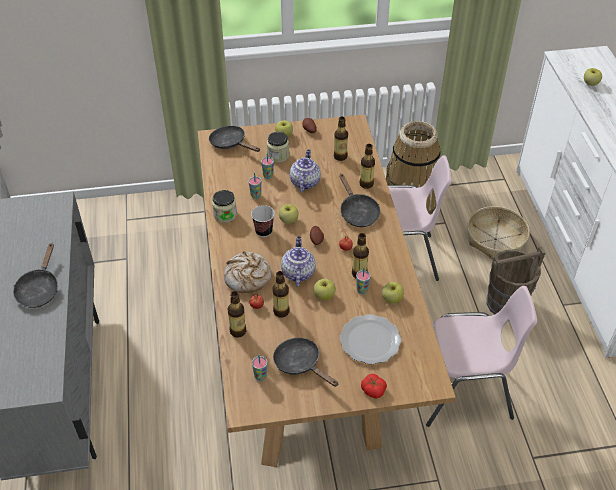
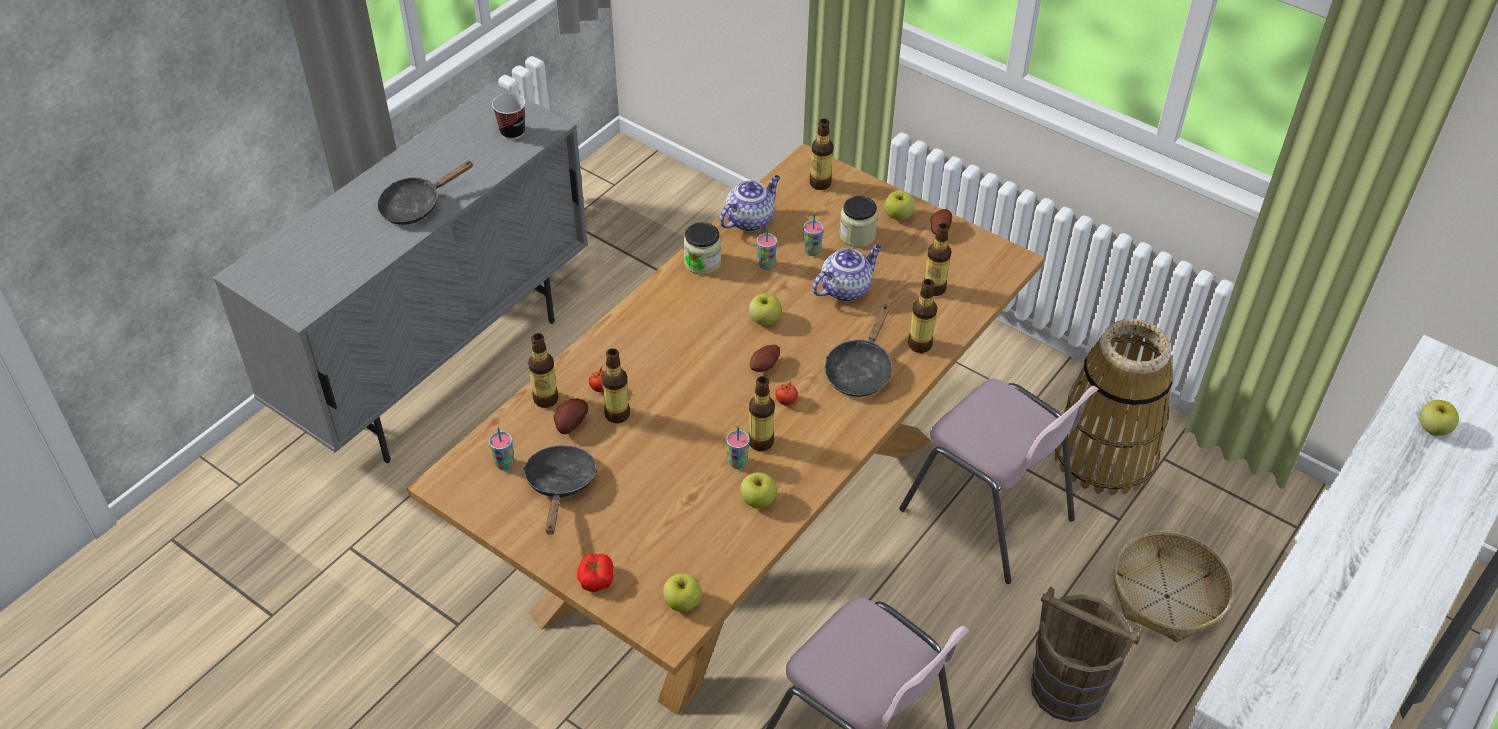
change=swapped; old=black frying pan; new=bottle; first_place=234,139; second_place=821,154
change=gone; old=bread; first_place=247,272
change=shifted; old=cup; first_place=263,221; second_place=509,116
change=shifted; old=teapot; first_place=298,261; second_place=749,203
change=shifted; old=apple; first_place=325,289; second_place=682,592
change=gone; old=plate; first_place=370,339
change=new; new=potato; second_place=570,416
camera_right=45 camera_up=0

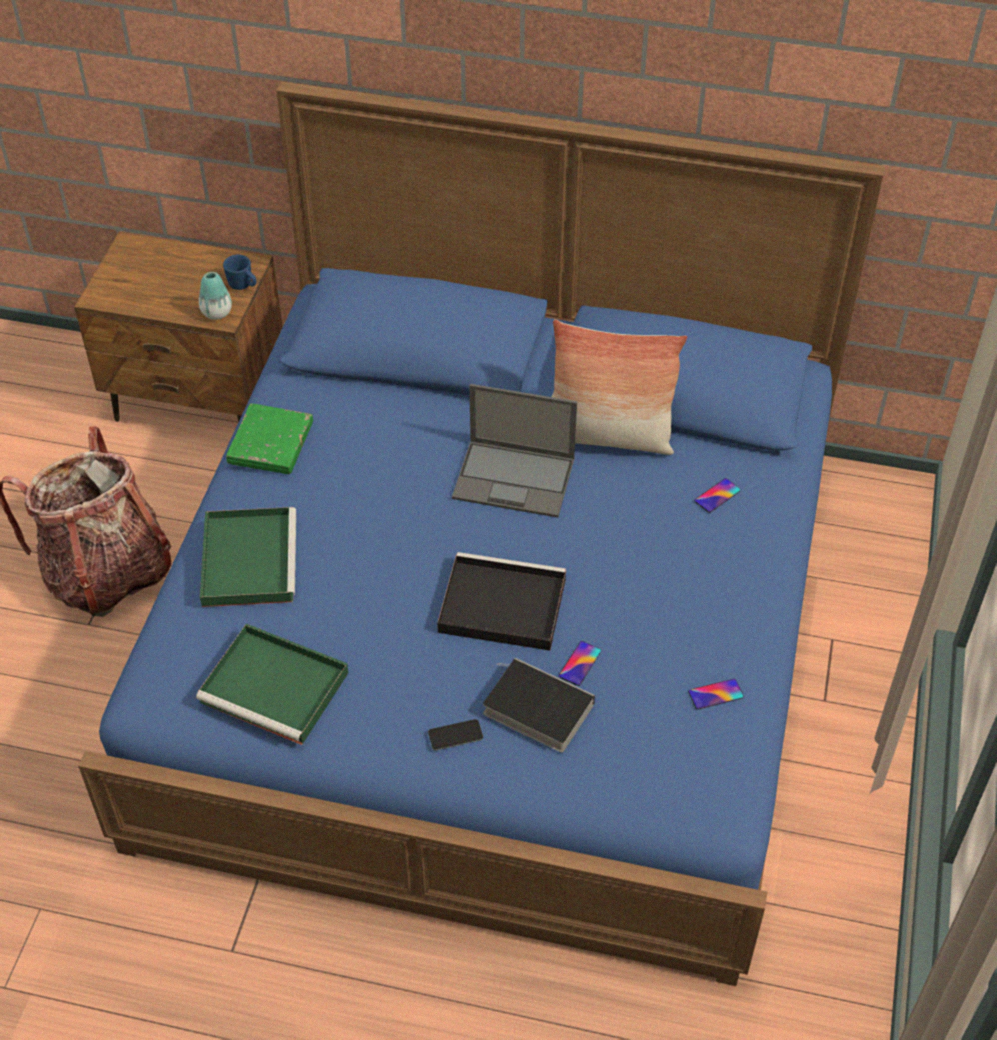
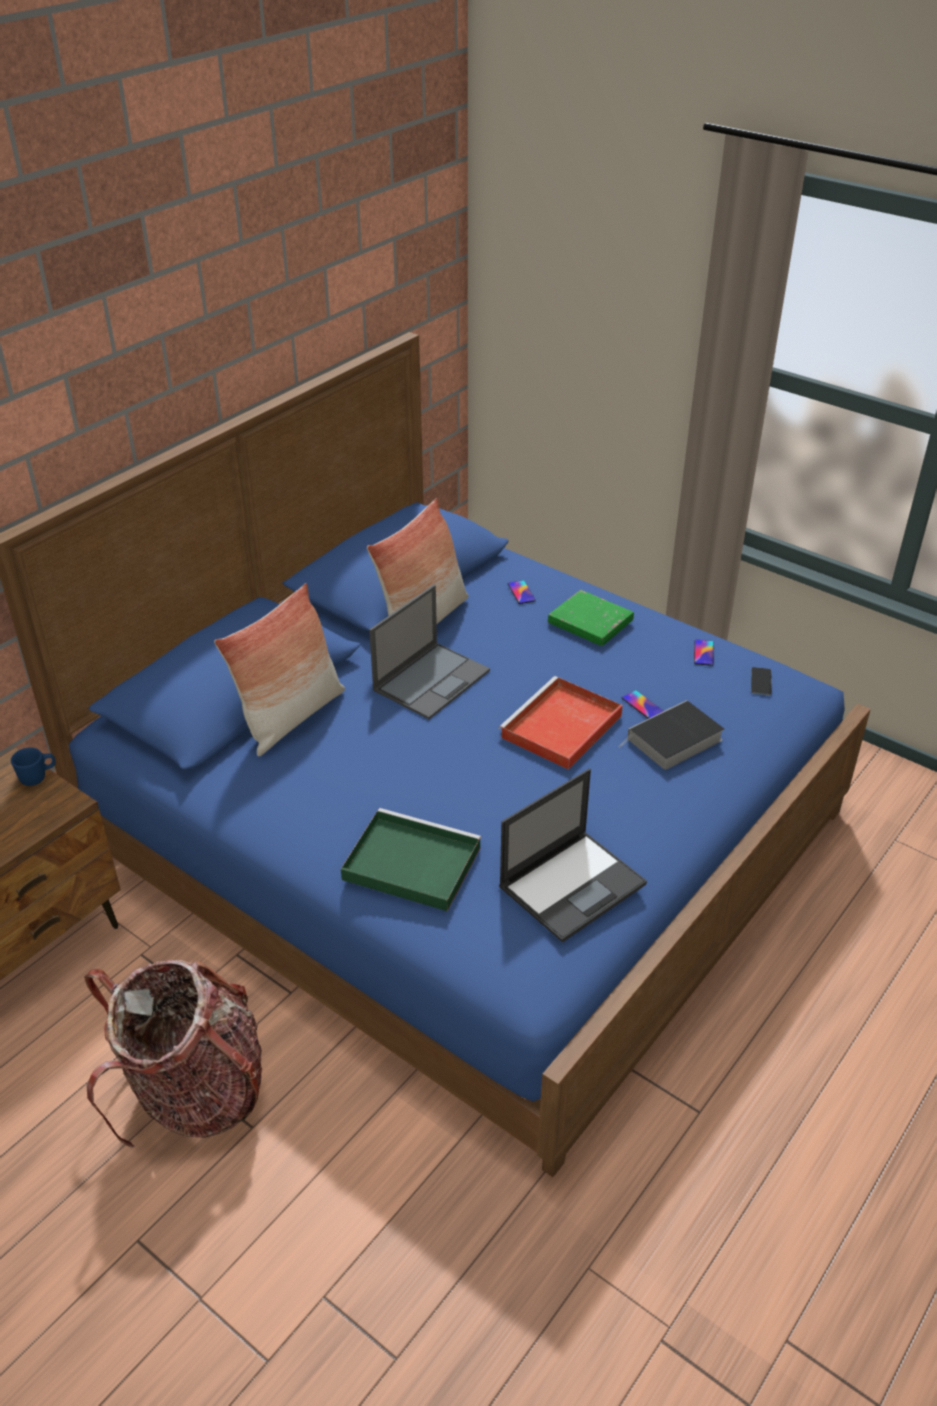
change=swapped; old=green tray; new=laptop; first_place=272,684; second_place=573,856
change=gone; old=vase; first_place=215,296
change=shifted; old=green book; first_place=269,438; second_place=591,618
change=shifted; old=phone; first_place=455,735; second_place=761,681
change=repainted; old=black tray; new=red tray; first_place=501,601; second_place=561,723
change=new; new=pillow; second_place=279,670
camera_right=-65 camera_up=-10

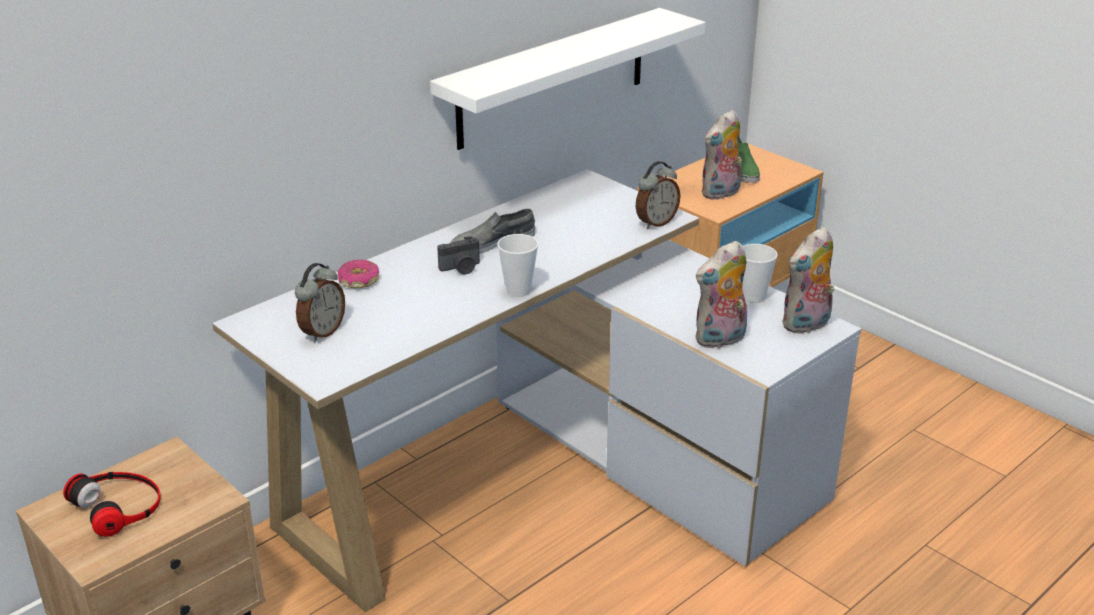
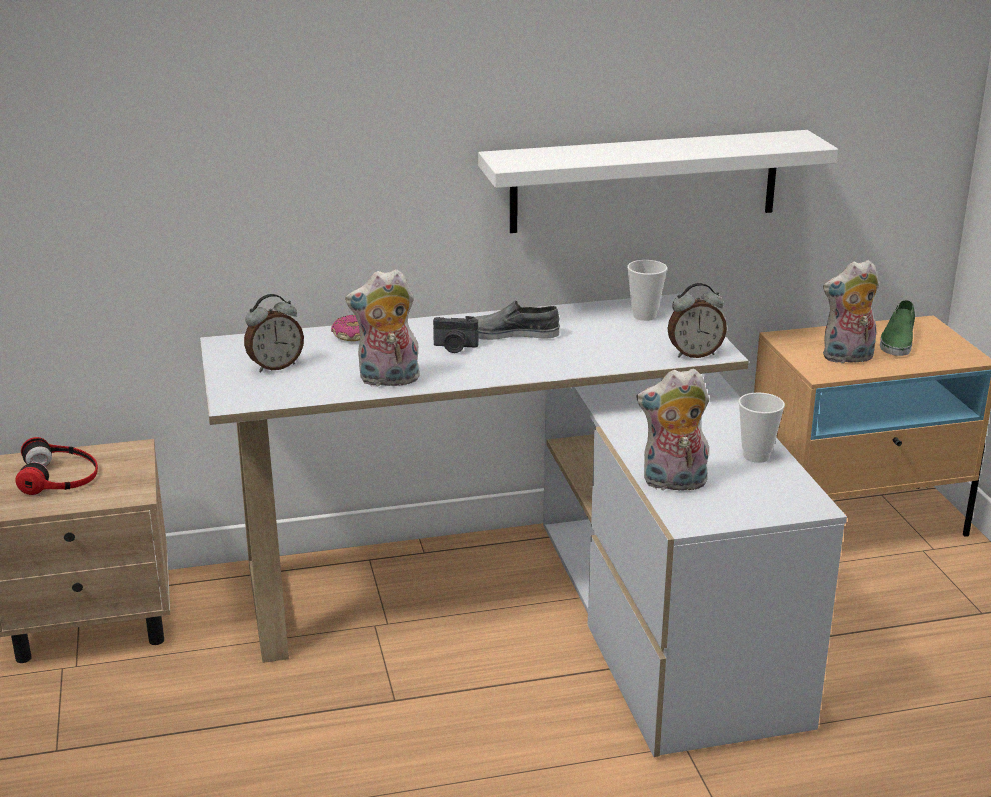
change=shifted; old=cup; first_place=517,265; second_place=647,290
change=shifted; old=plush toy; first_place=807,280; second_place=383,328
camera_right=30 camera_up=-5

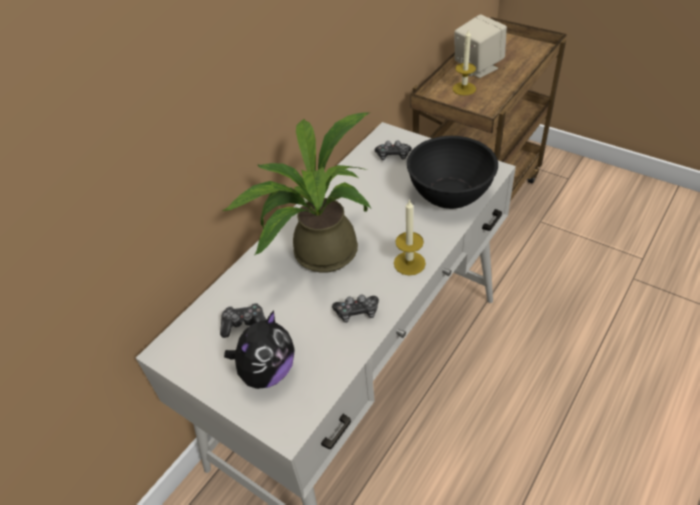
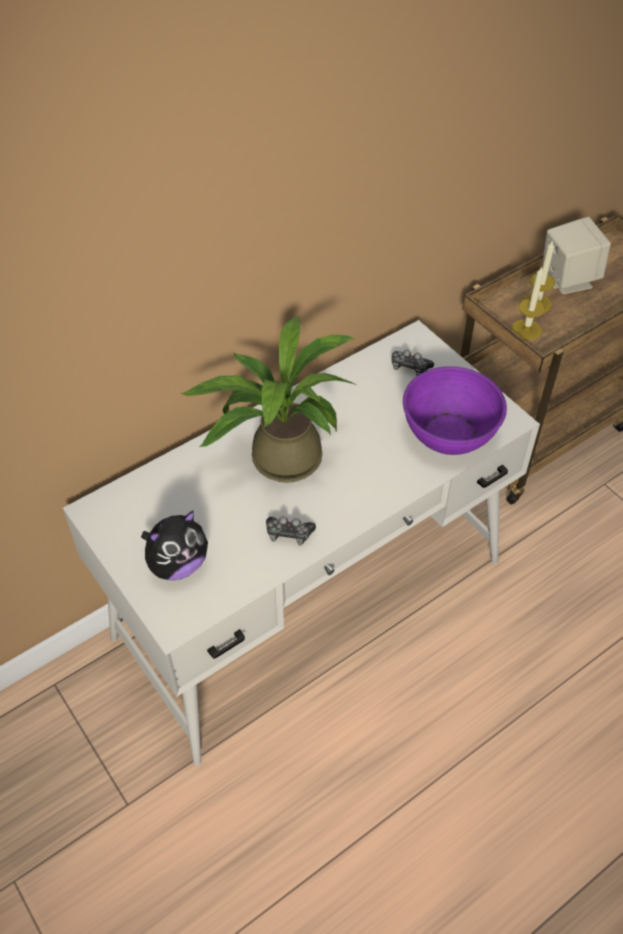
change=gone; old=game controller; first_place=243,320
change=shifted; old=candle; first_place=410,237; second_place=528,303
change=repainted; old=black bowl; new=purple bowl; first_place=452,172; second_place=455,410
camera_right=15 camera_up=5

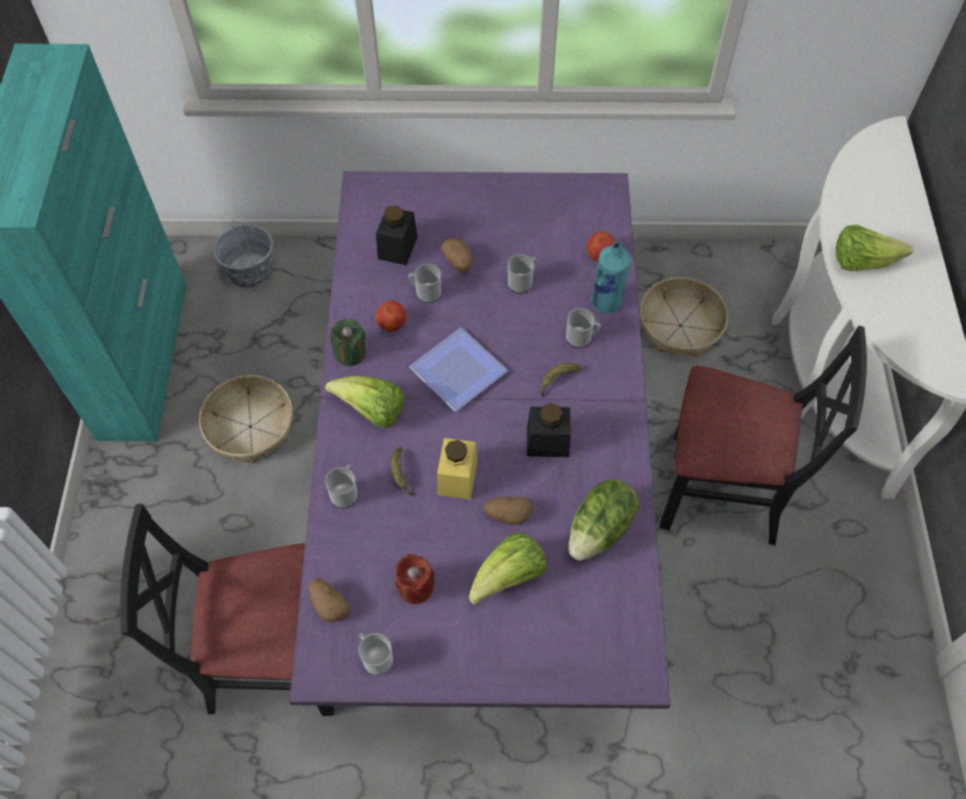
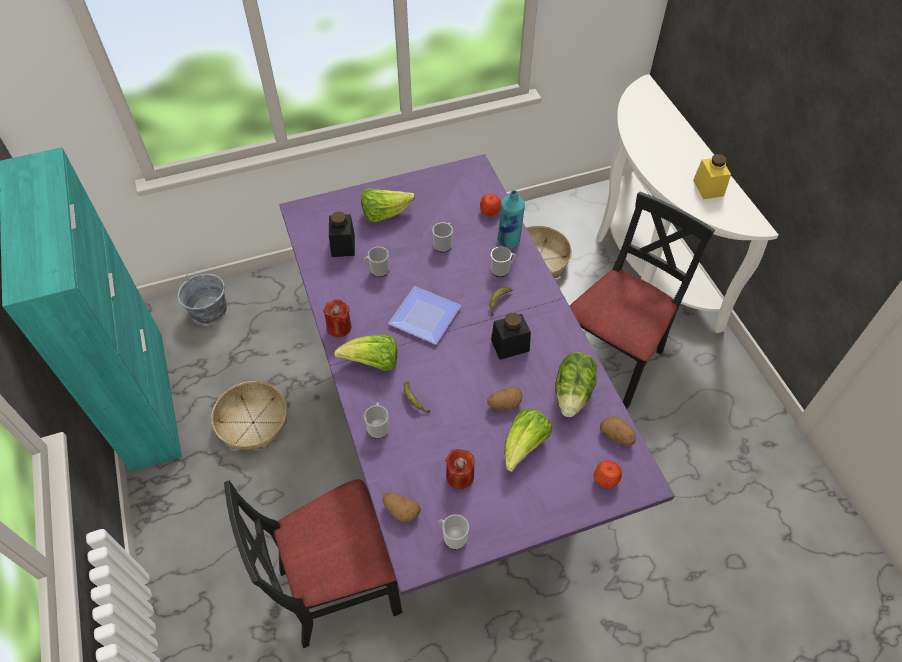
change=repainted; old=green candle; new=red candle; first_place=348,342; second_place=337,318
change=shifted; old=apple; first_place=391,316; second_place=608,474
change=shifted; old=yellow jar; first_place=457,468; second_place=712,176
change=shifted; old=potato; first_place=456,255; second_place=618,431
change=rotated; old=black chair; first_place=763,435; second_place=642,300; degrees=-45
change=shifted; old=lettuce; first_place=874,247; second_place=388,205
camera_right=-20 camera_up=-5

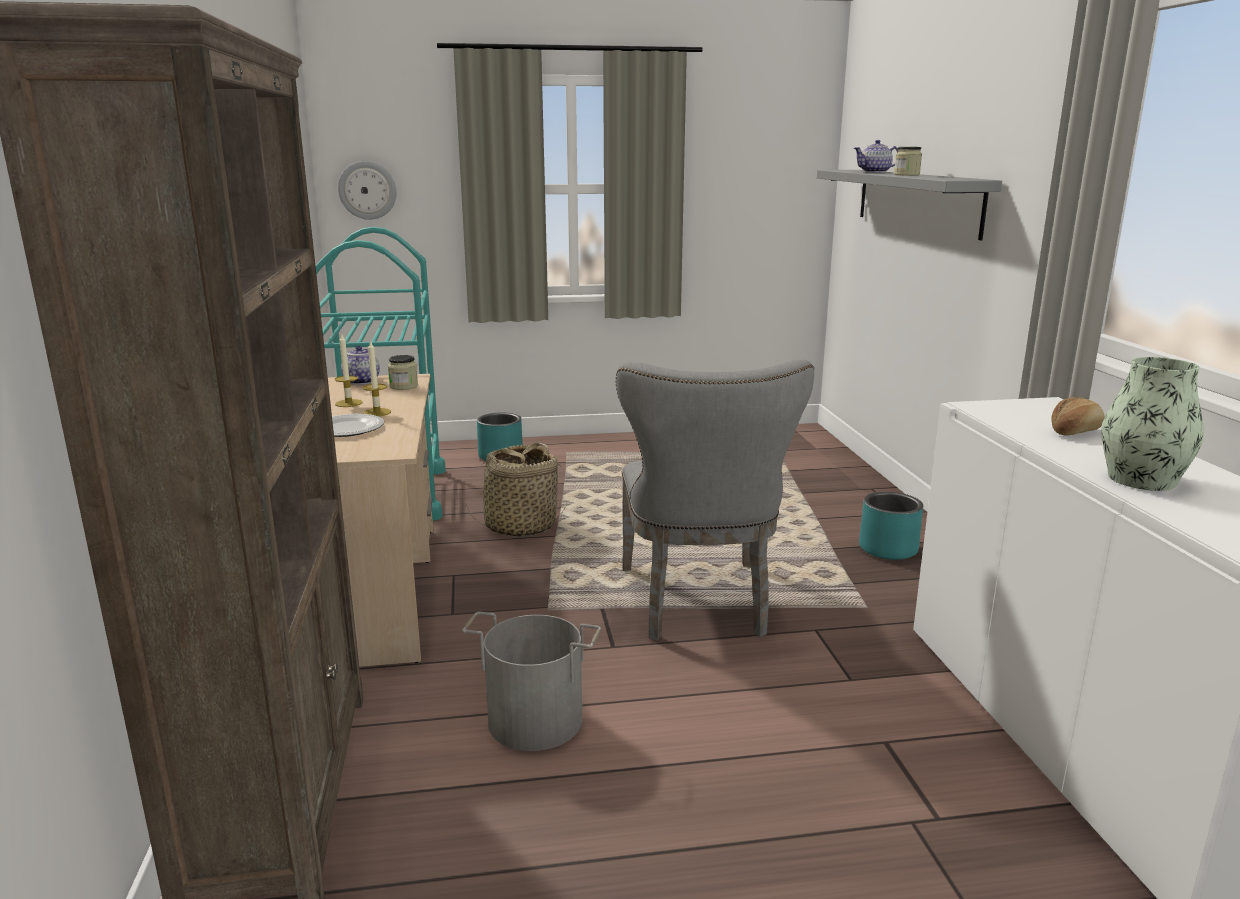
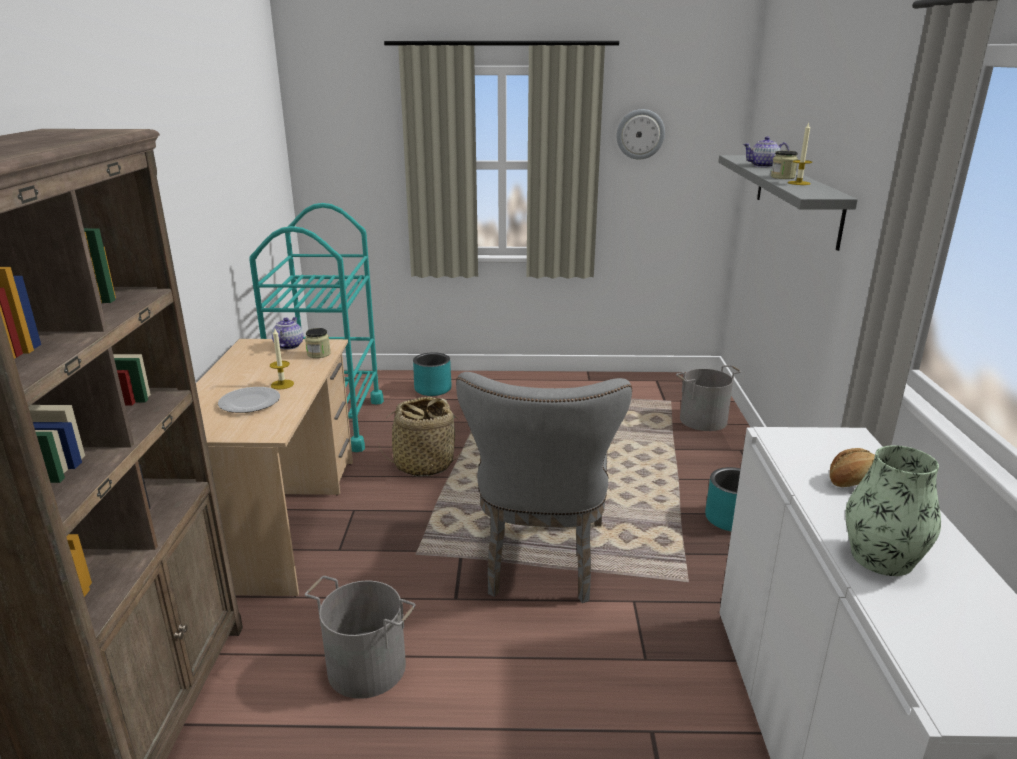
change=shifted; old=candle; first_place=348,371; second_place=800,153
change=shifted; old=wall clock; first_place=367,190; second_place=641,134
change=new; new=grey bucket; second_place=708,398
camera_right=10 camera_up=5

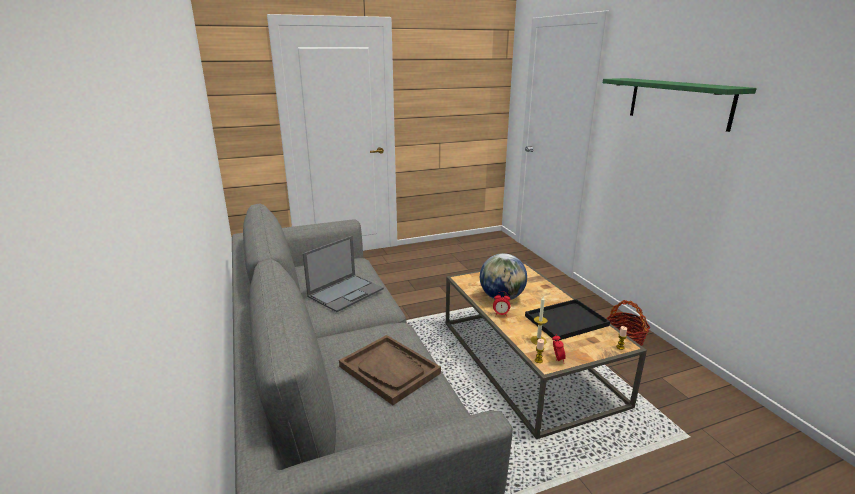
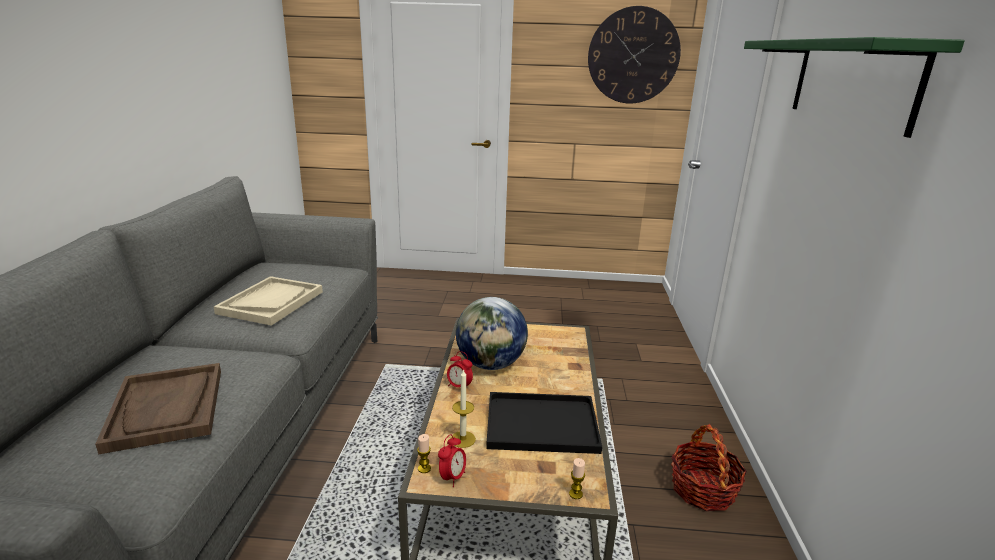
change=swapped; old=laptop; new=beige tray; first_place=343,274; second_place=268,301
change=new; new=wall clock; second_place=634,55
camera_right=25 camera_up=0

